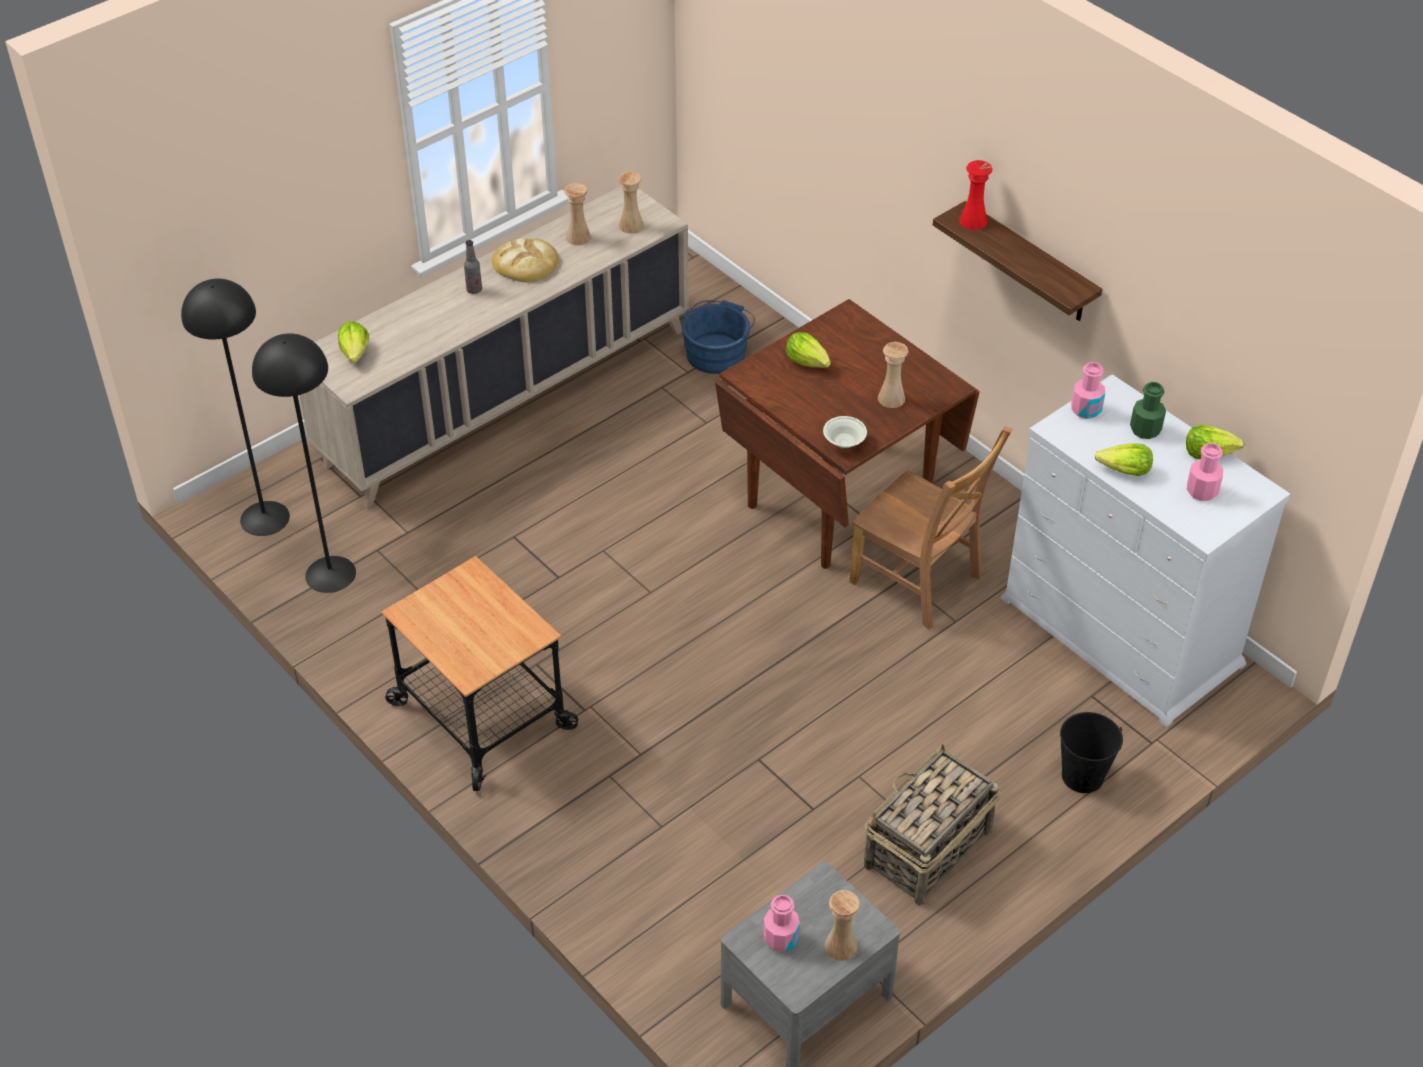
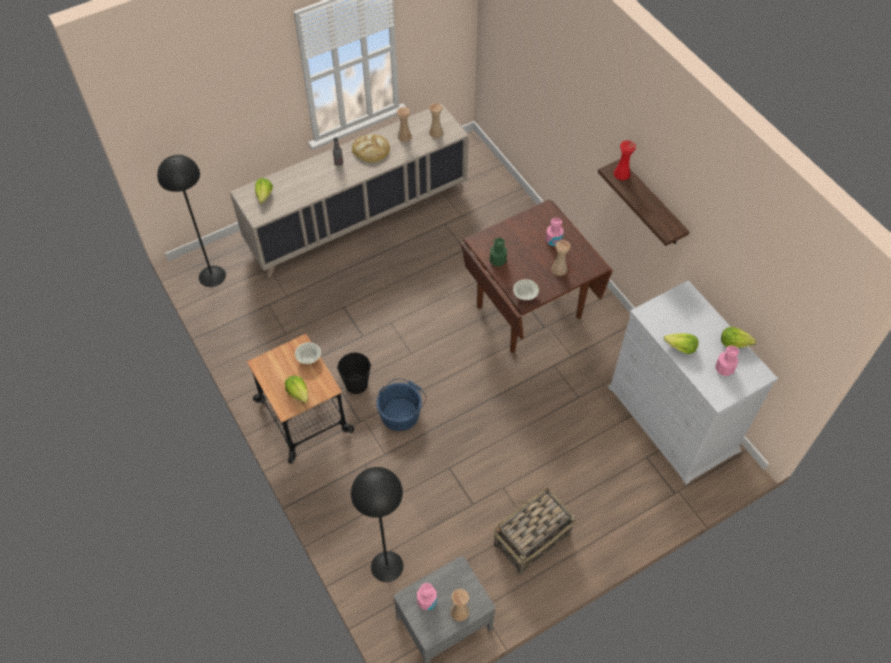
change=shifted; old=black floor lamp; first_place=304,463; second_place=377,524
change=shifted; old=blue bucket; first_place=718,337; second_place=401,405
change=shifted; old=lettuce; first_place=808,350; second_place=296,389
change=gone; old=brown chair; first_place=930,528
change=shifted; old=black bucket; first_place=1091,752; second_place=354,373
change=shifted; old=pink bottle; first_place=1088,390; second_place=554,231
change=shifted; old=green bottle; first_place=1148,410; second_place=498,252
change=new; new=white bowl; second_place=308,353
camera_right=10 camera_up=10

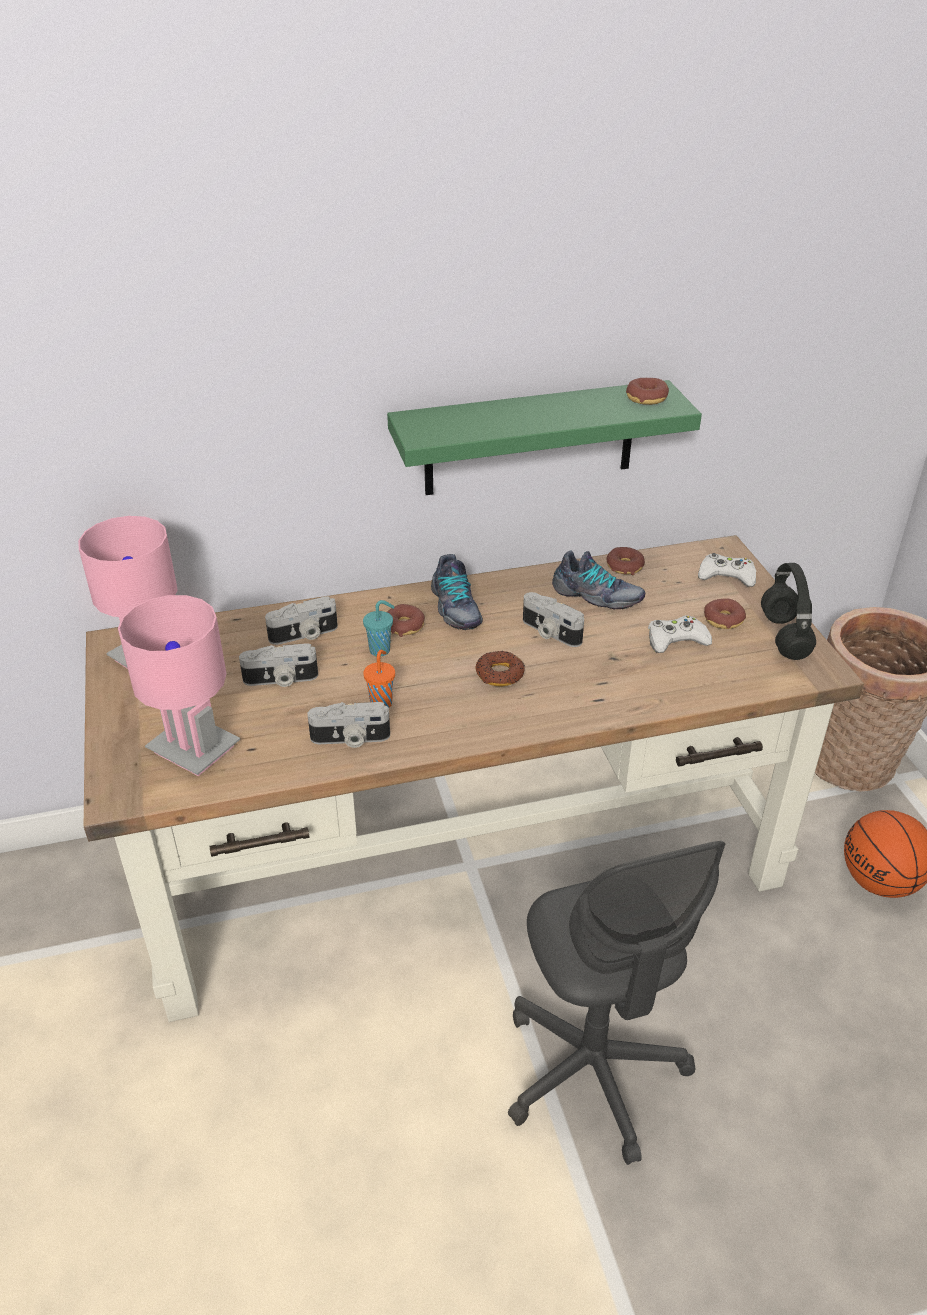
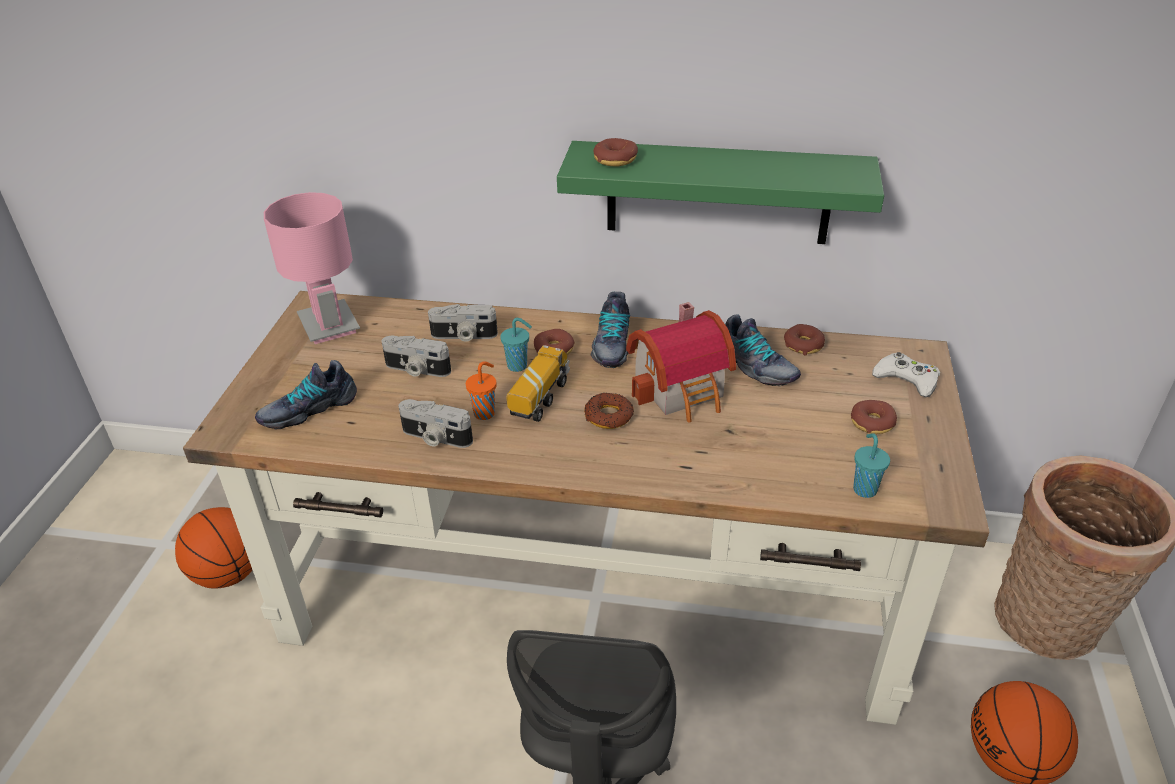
change=swapped; old=pink table lamp; new=shoe; first_place=179,685; second_place=306,395
change=swapped; old=photo camera; new=toy house; first_place=553,619; second_place=681,362
change=shifted; old=donut; first_place=647,391; second_place=615,152
change=gone; old=white game controller; first_place=680,634
change=gone; old=black headphones; first_place=788,611
change=new; new=basketball; second_place=213,548
change=new; new=toy truck; second_place=538,383
change=new; new=turquoise cup; second_place=871,465
camera_right=25 camera_up=0

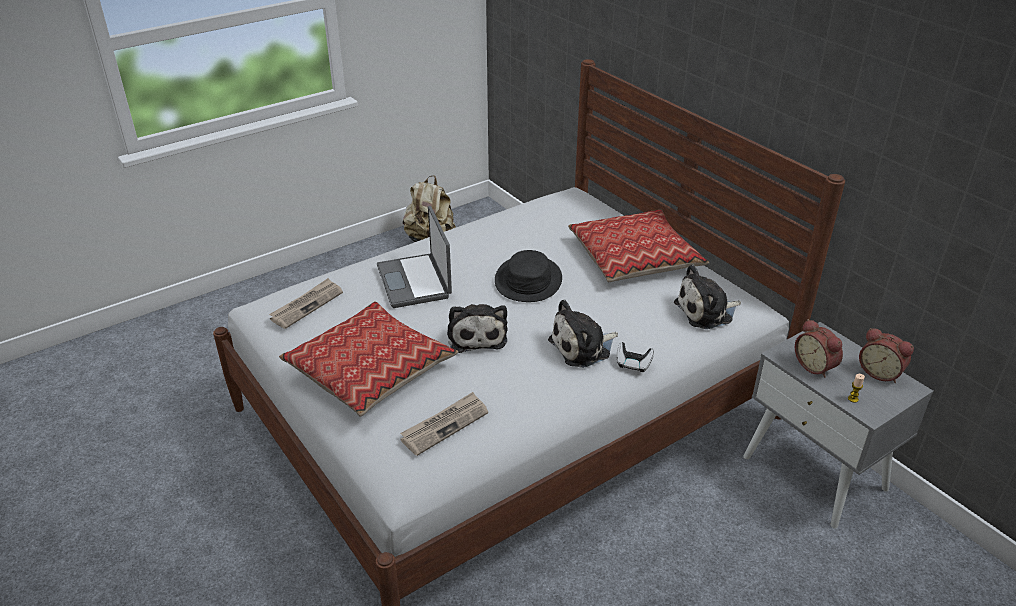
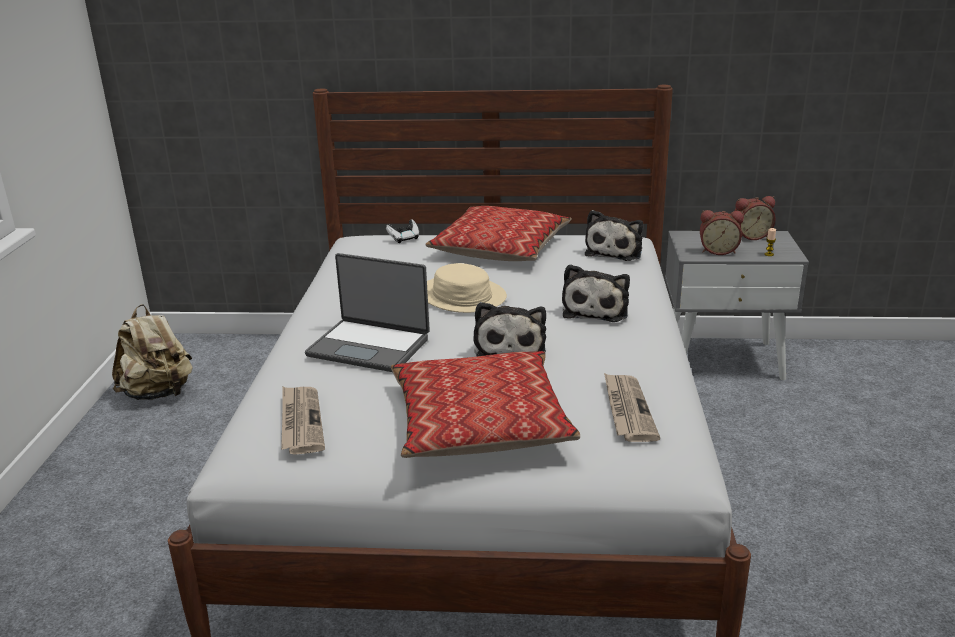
change=rotated; old=plush toy; first_place=477,328; second_place=509,329; degrees=60
change=repainted; old=black hat; new=beige hat; first_place=528,276; second_place=467,288
change=shifted; old=game controller; first_place=635,357; second_place=402,231
camera_right=-50 camera_up=-10

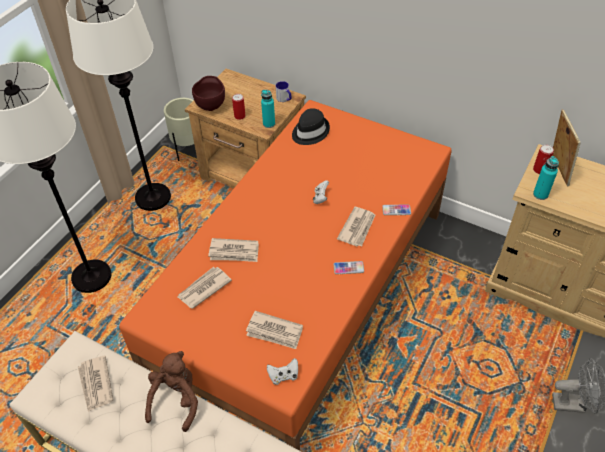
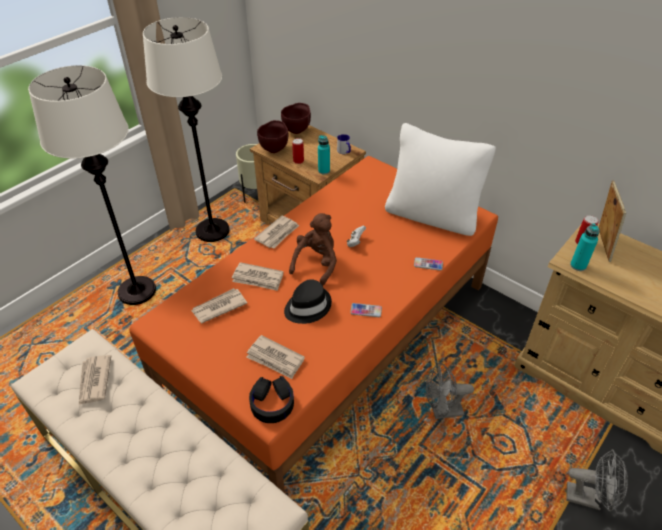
change=shifted; old=brown plush toy; first_place=171,391; second_place=313,249
change=swapped; old=white game controller; new=black headphones; first_place=282,371; second_place=271,399
change=shifted; old=black hat; first_place=311,126; second_place=308,301
change=shifted; old=newspaper; first_place=356,226; second_place=276,232
change=new; new=brown bowl; second_place=296,118
change=new; new=white pillow; second_place=440,179
change=new; new=grey fan; second_place=450,391
camera_right=10 camera_up=-5

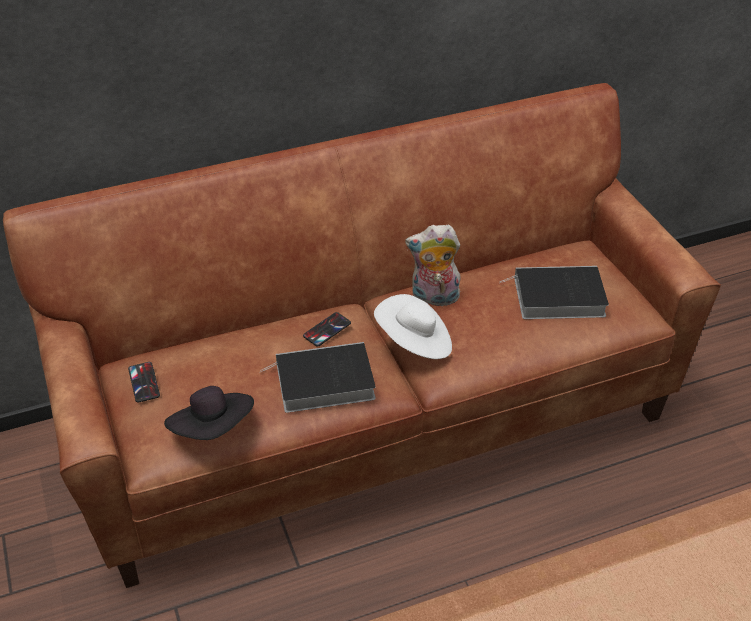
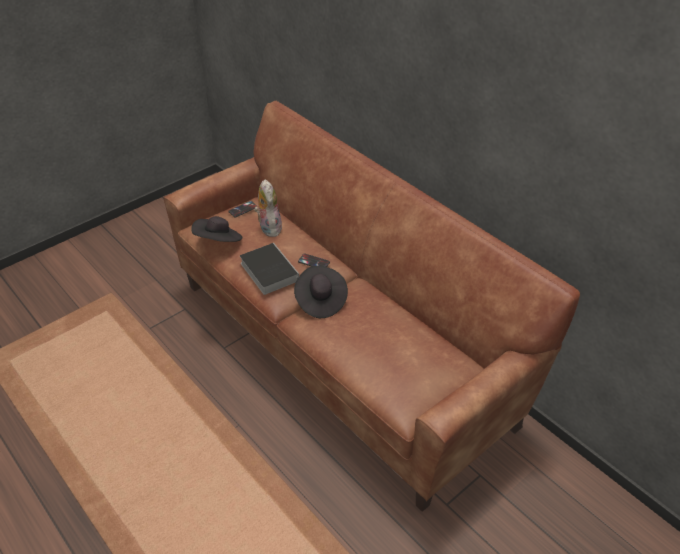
change=repainted; old=white hat; new=black hat; first_place=413,326; second_place=321,292
change=shifted; old=plush toy; first_place=433,265; second_place=268,208
change=gone; old=book; first_place=554,292
camera_right=70 camera_up=0

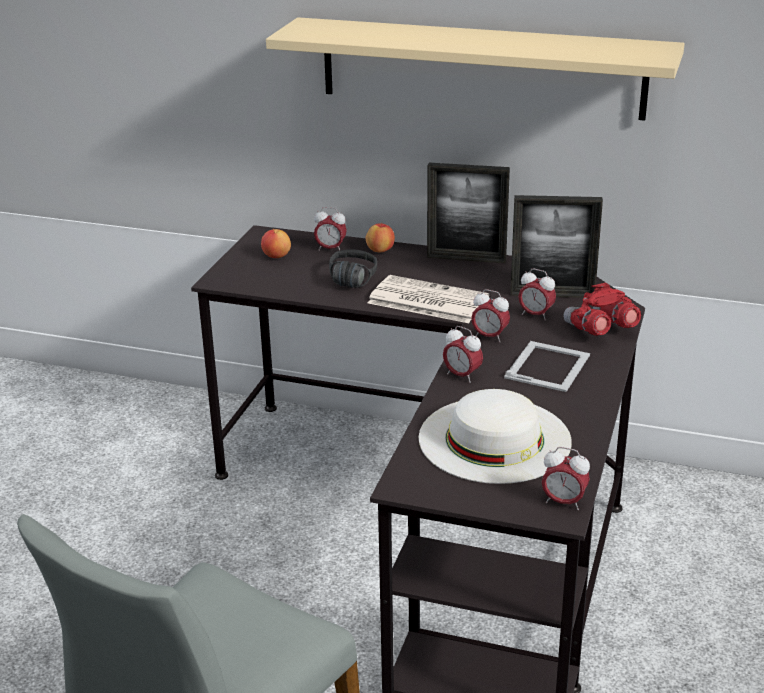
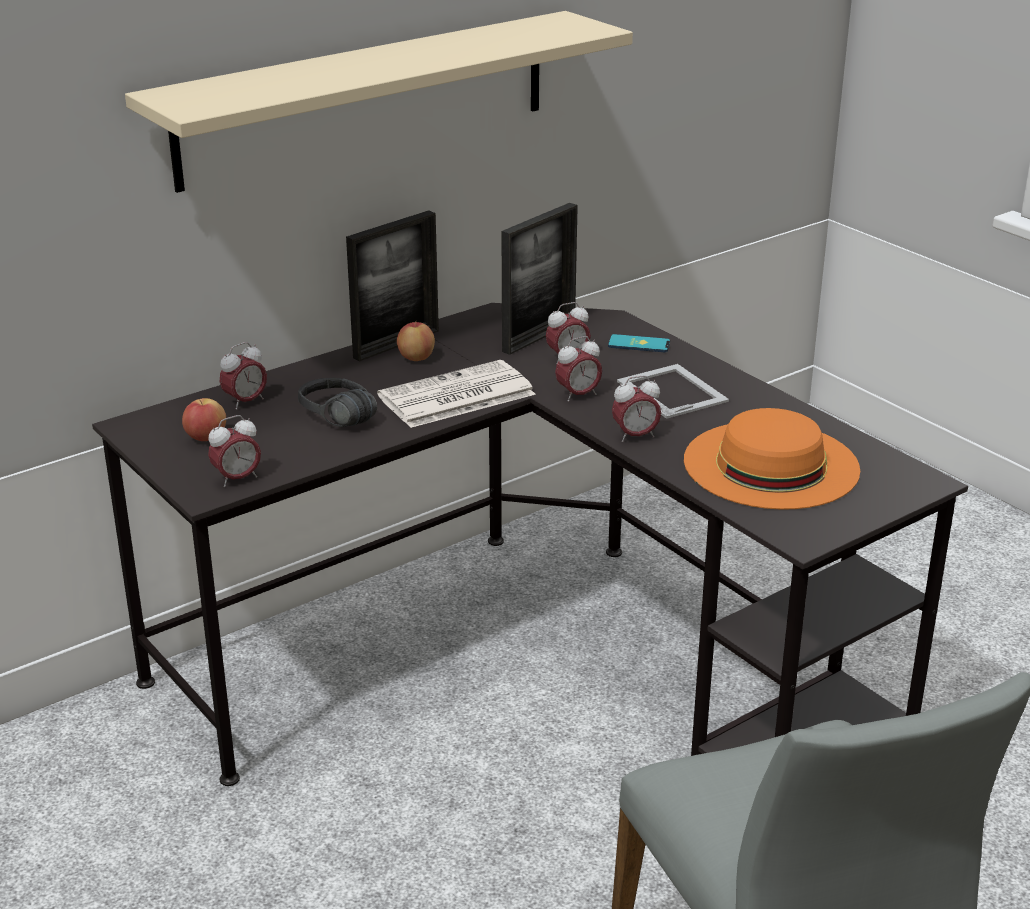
change=shifted; old=apple; first_place=380,237; second_place=416,341
change=repainted; old=white hat; new=orange hat; first_place=495,436; second_place=772,459
change=shifted; old=alarm clock; first_place=566,478; second_place=234,451
change=swapped; old=red binoculars; new=phone; first_place=602,309; second_place=639,343
camera_right=-55 camera_up=0

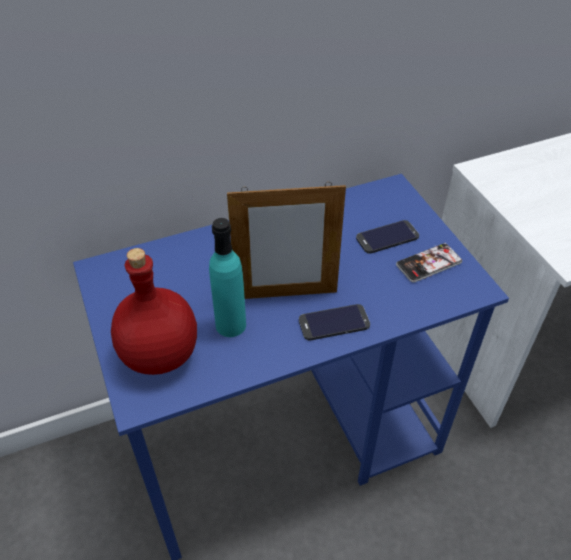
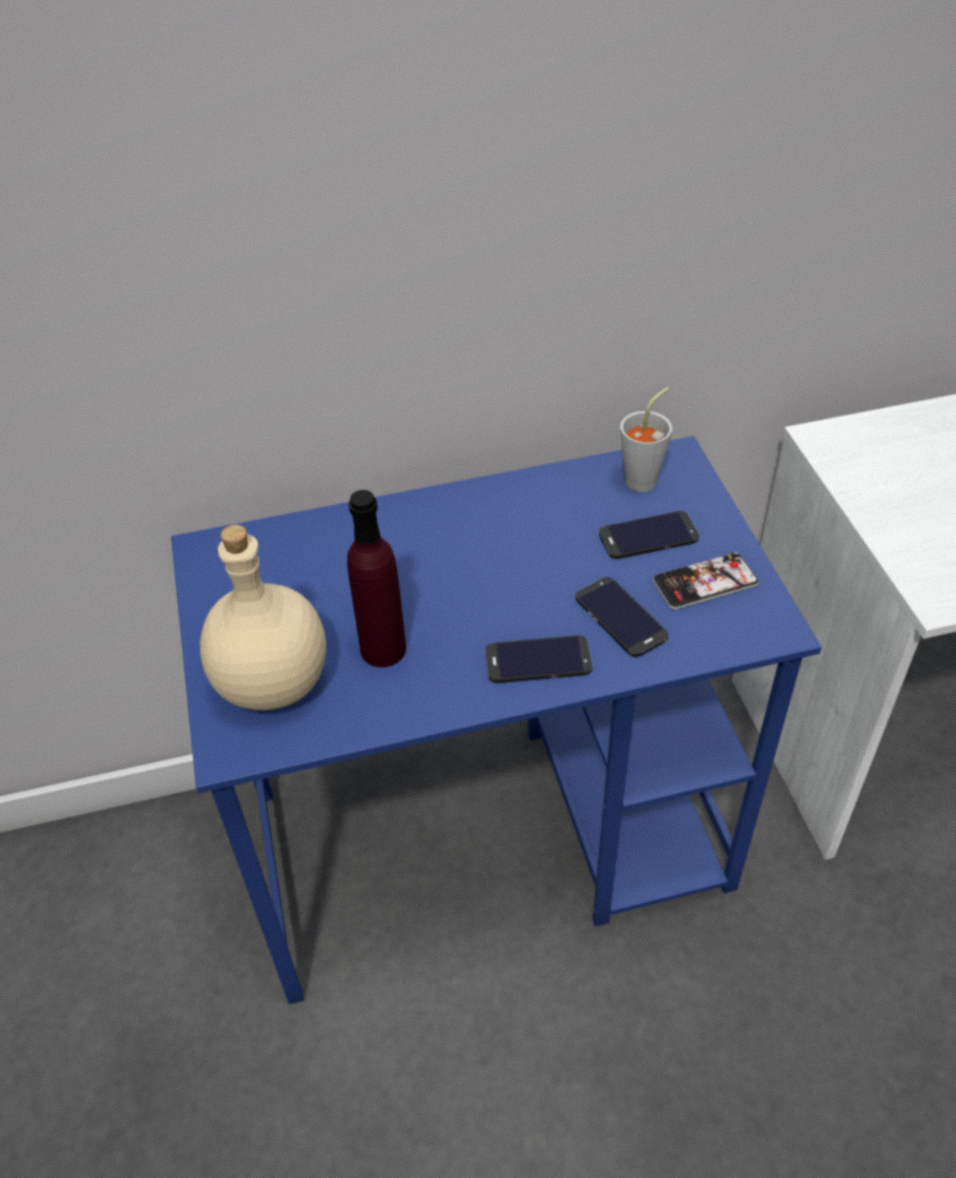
change=repainted; old=red bottle; new=beige bottle; first_place=154,311; second_place=263,617
change=repainted; old=turquoise bottle; new=purple bottle; first_place=227,277; second_place=376,578
change=gone; old=picture frame; first_place=286,240
change=new; new=phone; second_place=621,617
change=new; new=grey cup; second_place=646,439
camera_right=10 camera_up=0

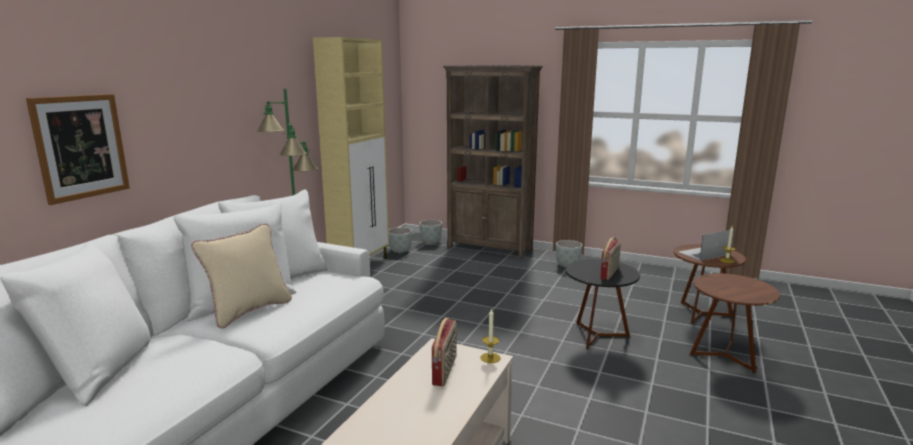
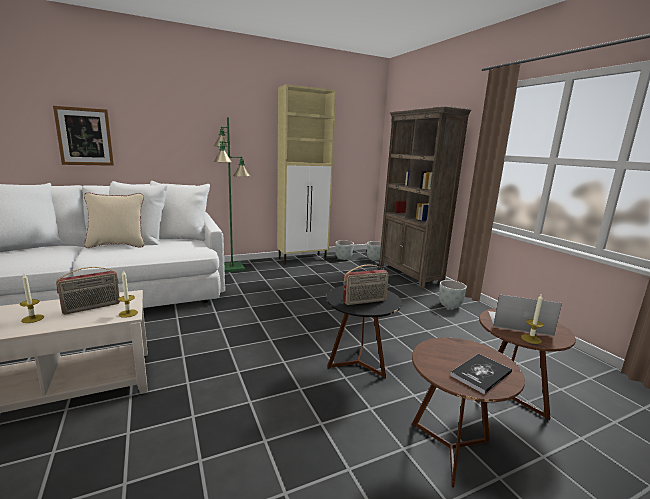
change=new; new=candle; second_place=32,298
change=new; new=book; second_place=481,374
camera_right=40 camera_up=0

